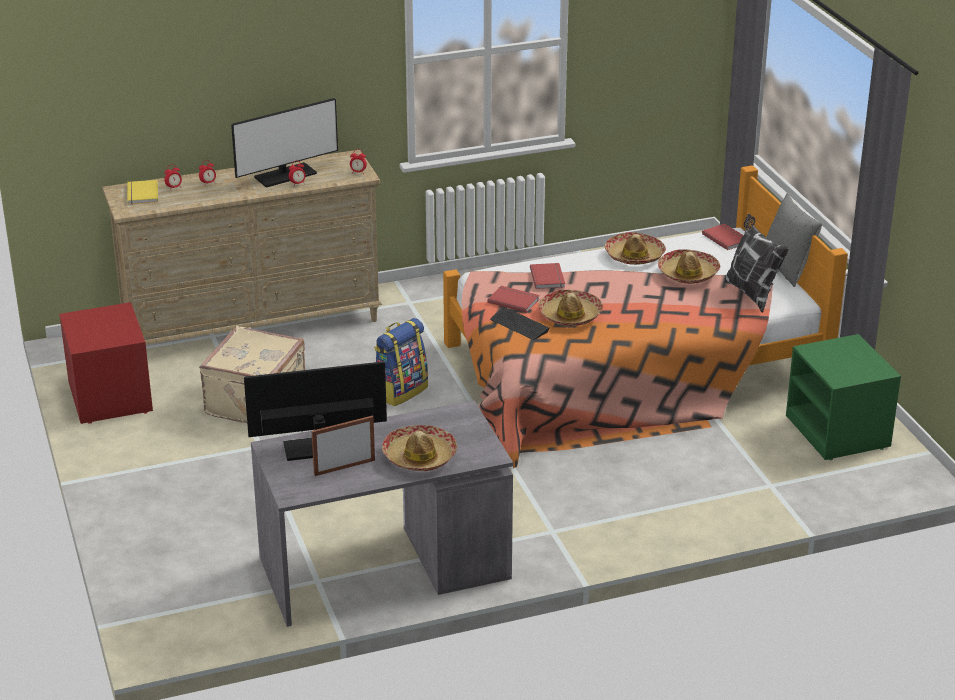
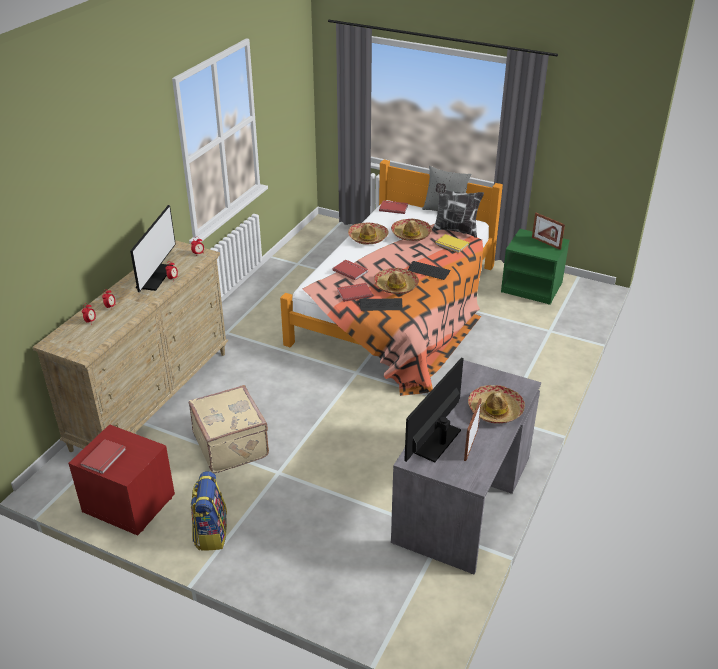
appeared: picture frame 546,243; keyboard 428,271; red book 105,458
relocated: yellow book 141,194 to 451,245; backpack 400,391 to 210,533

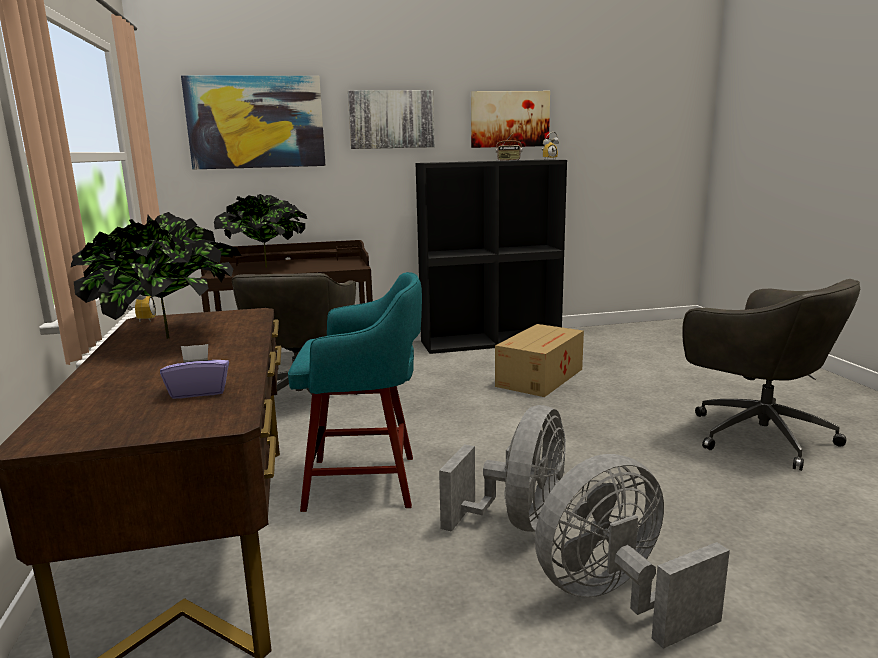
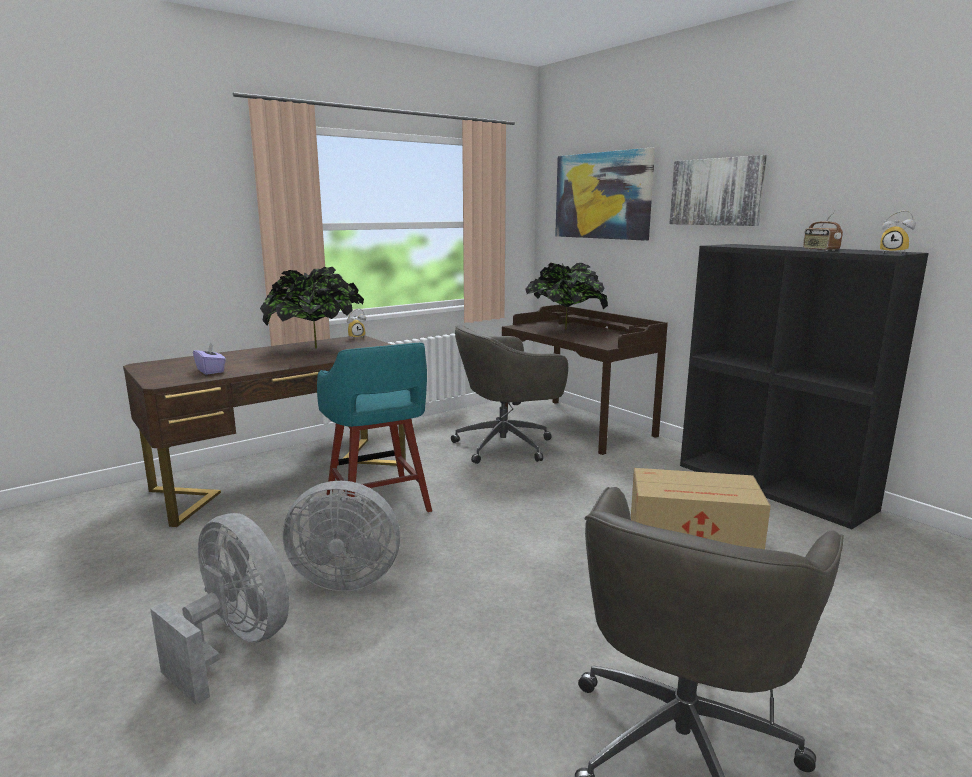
missing: picture 509,119

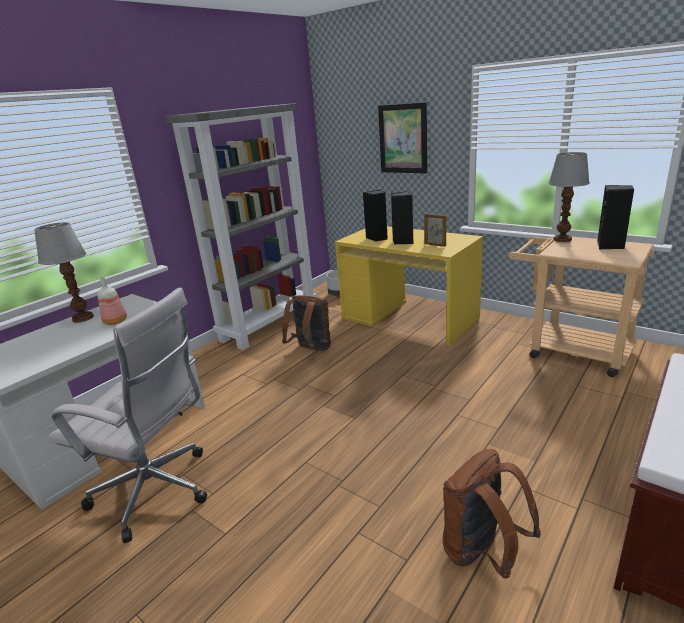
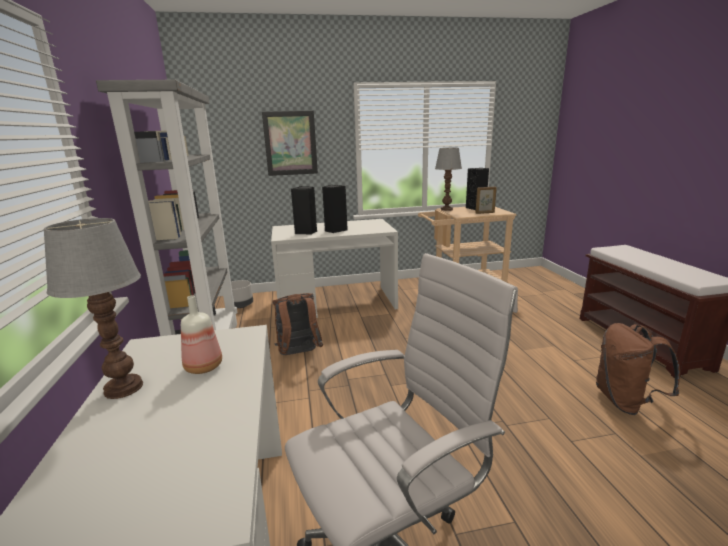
relocated: picture frame 435,245 to 485,213
colour: yellow desk 409,318 to white desk 336,302

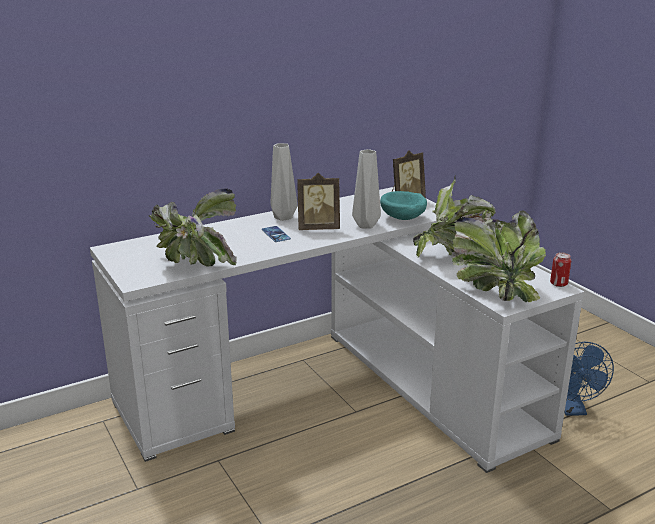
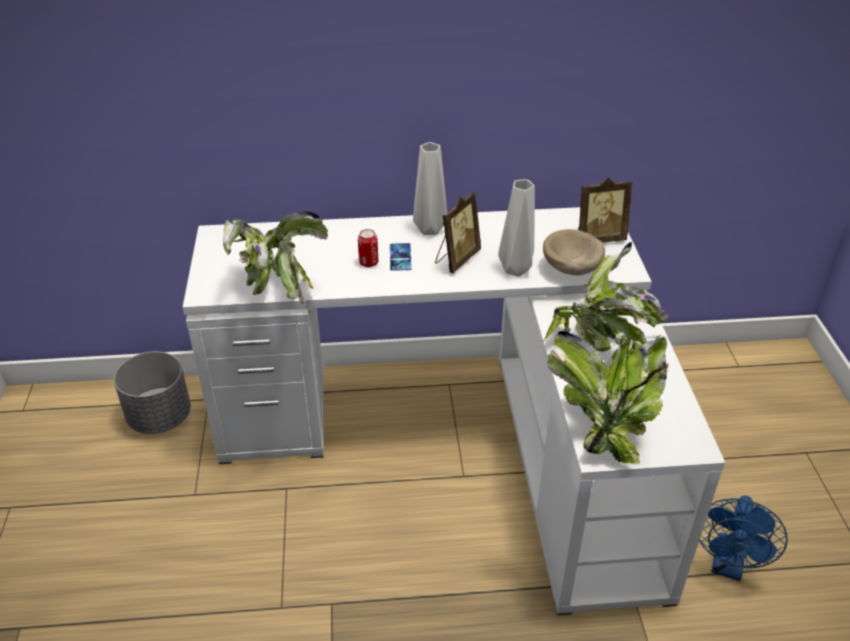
appeared: grey planter 159,417
relocated: can 558,284 to 368,263
colour: turquoise bowl 403,219 to beige bowl 571,270
spun: picture frame 318,228 = 456,259 75 degrees counterclockwise

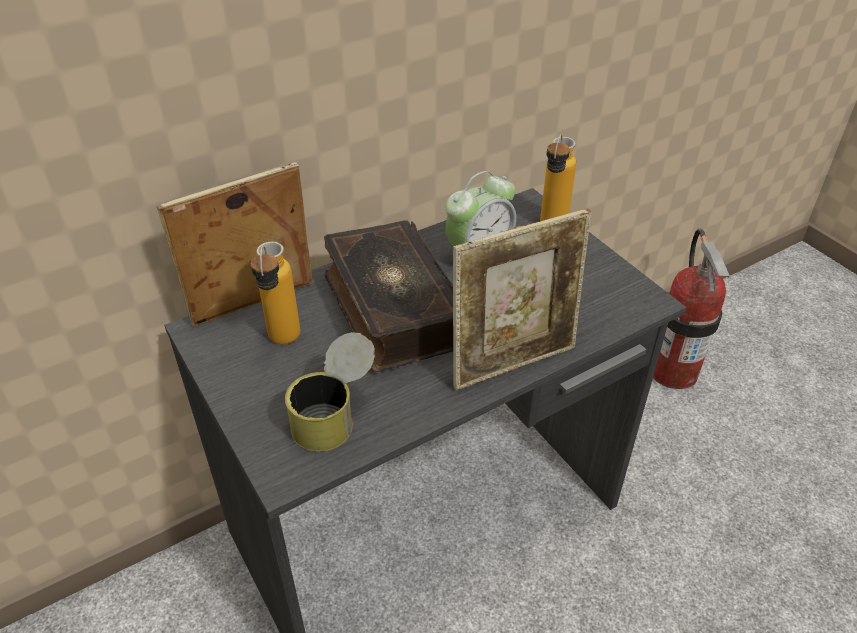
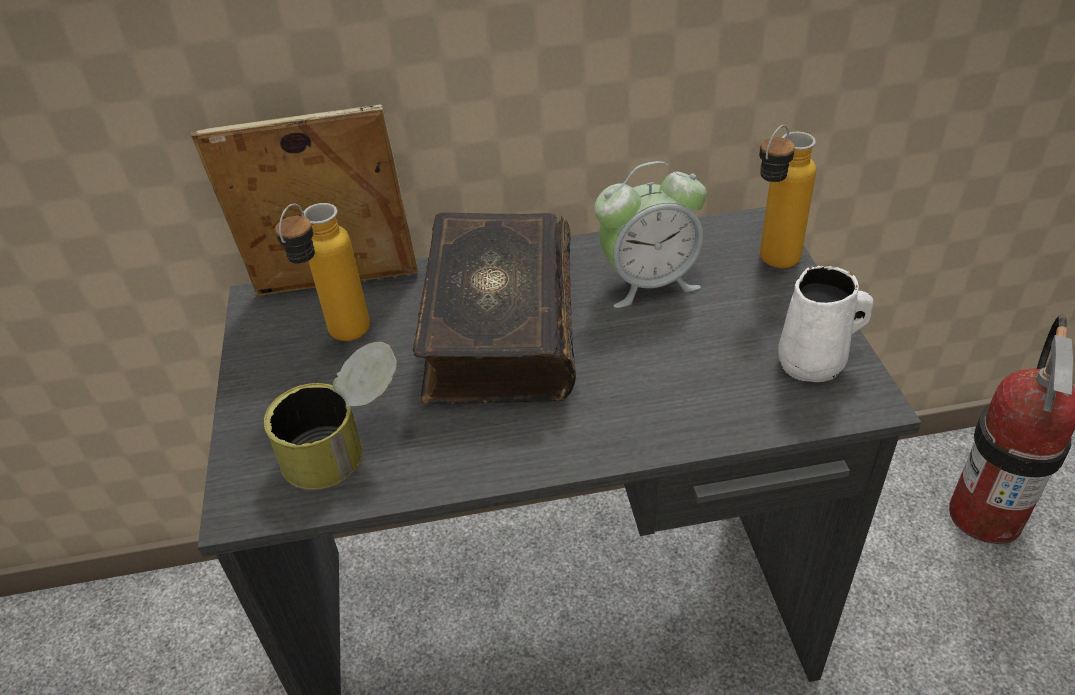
missing: picture frame 513,363
appeared: white mug 814,363

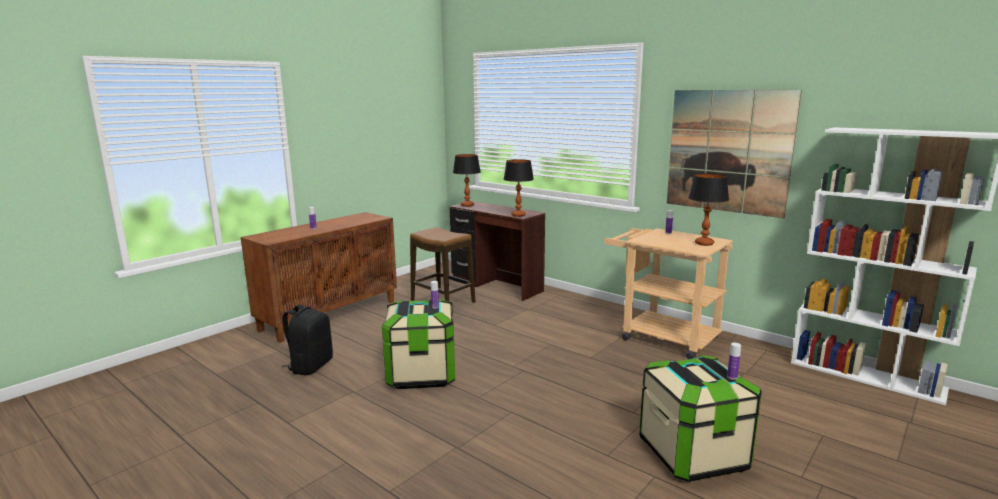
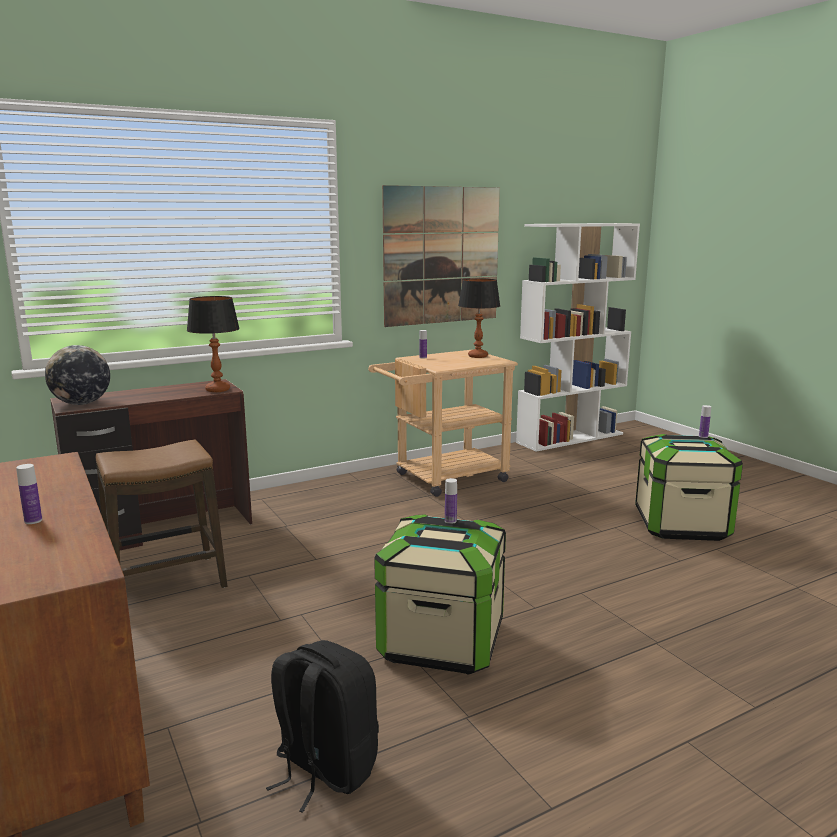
exchanged: table lamp 467,205 to globe 81,404

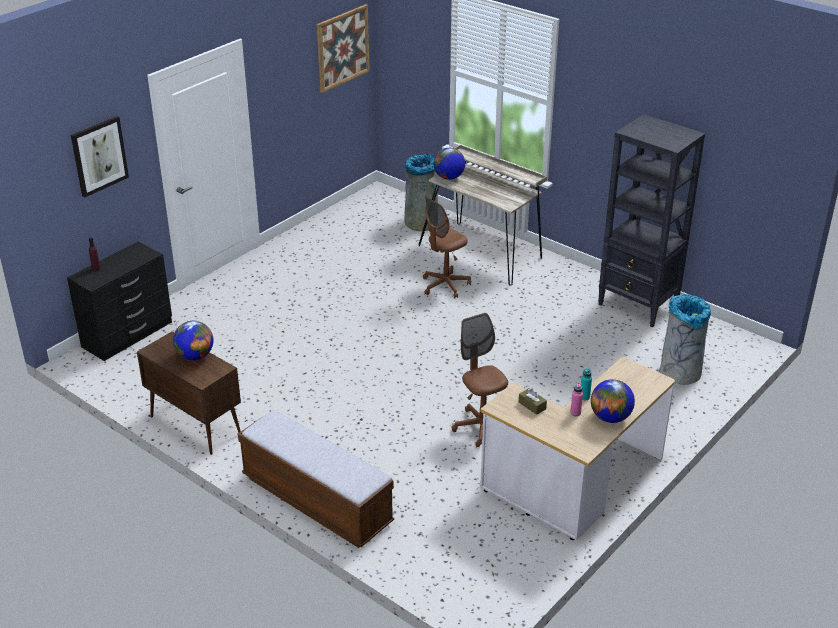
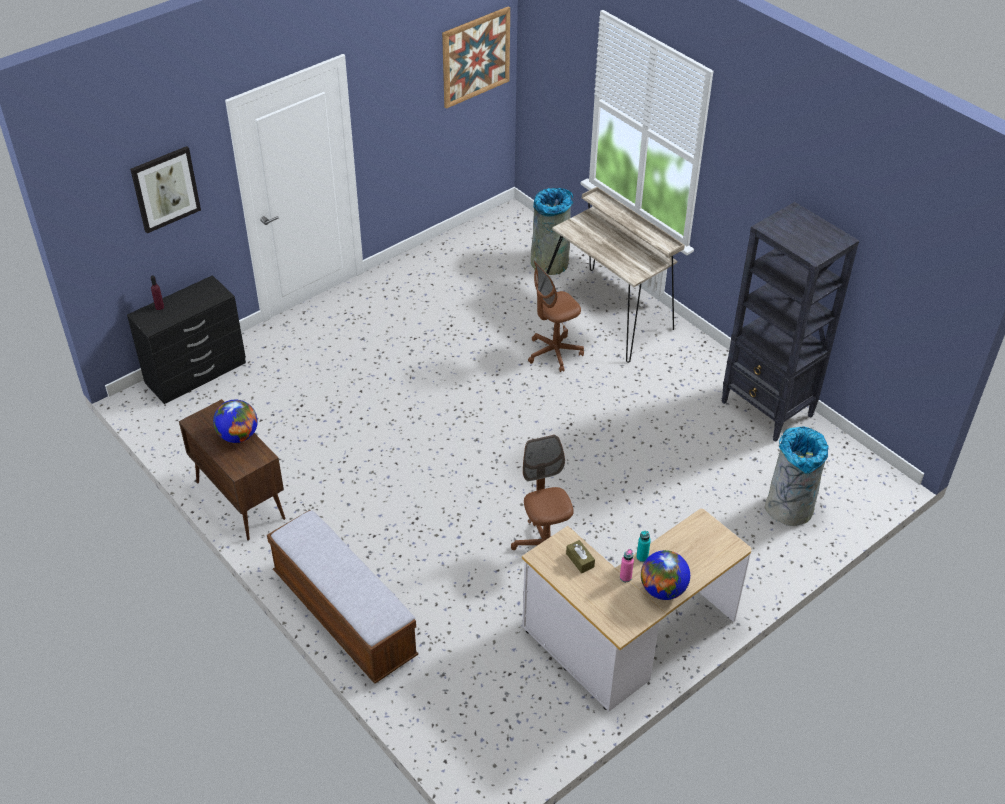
missing: globe 449,177

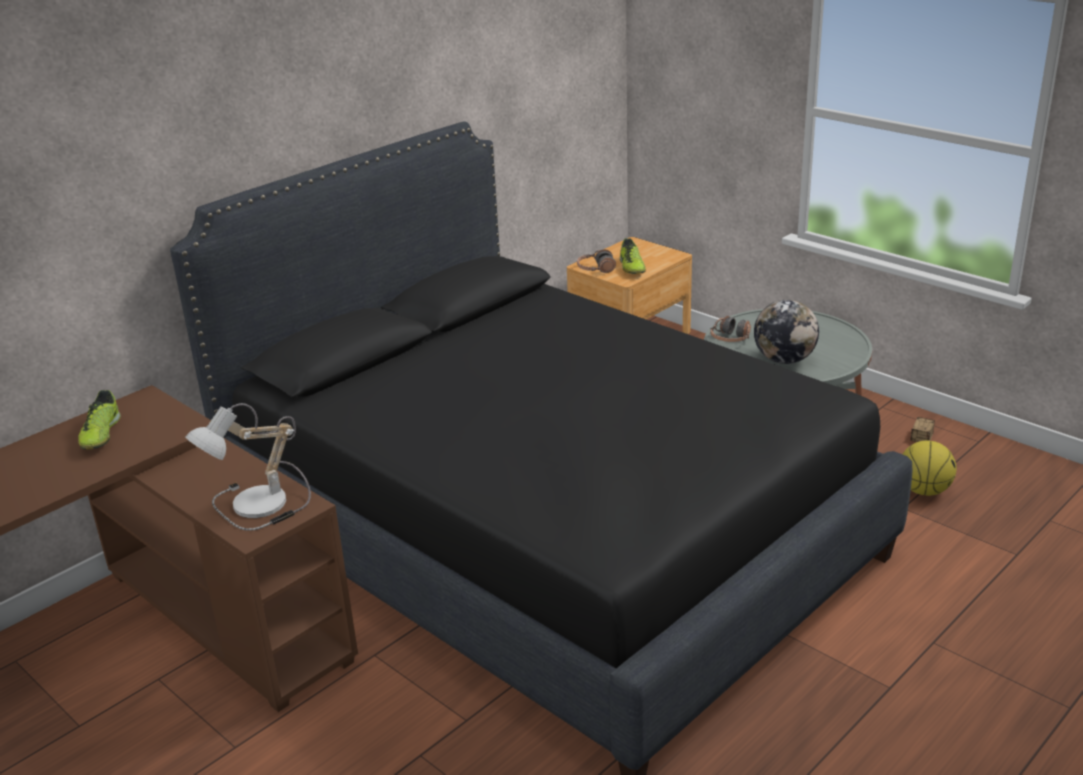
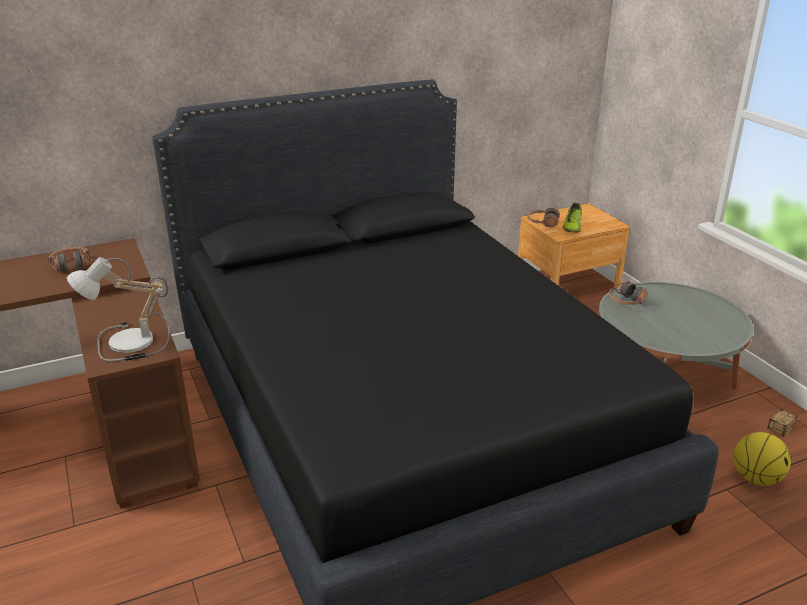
missing: globe 784,360
exchanged: shoe 101,435 to headphones 71,265

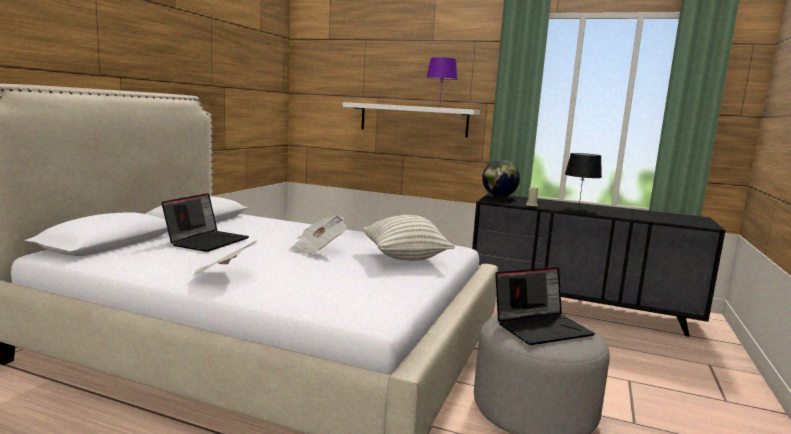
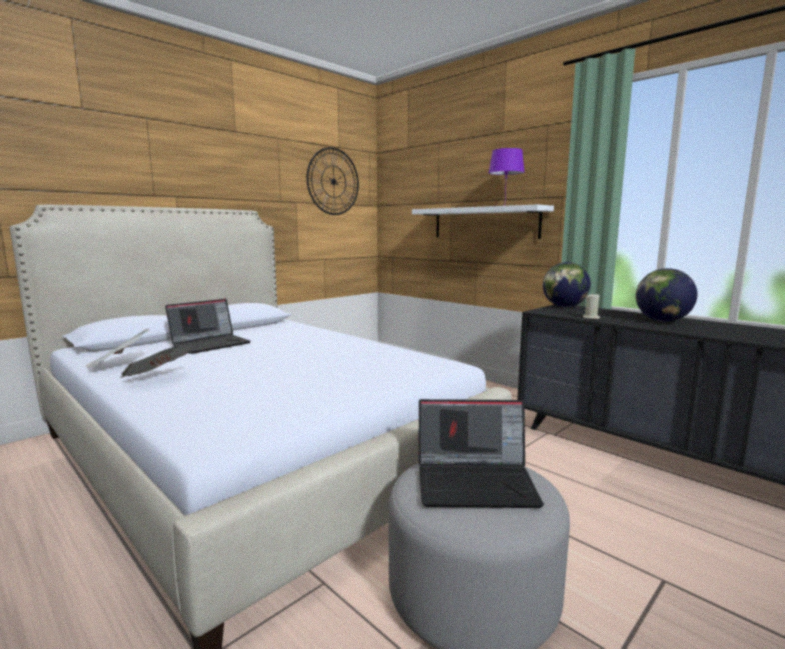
missing: pillow 404,258
appeared: wall clock 333,181
relocated: newspaper 317,249 to 117,365
exchanged: black table lamp 579,207 to globe 662,321

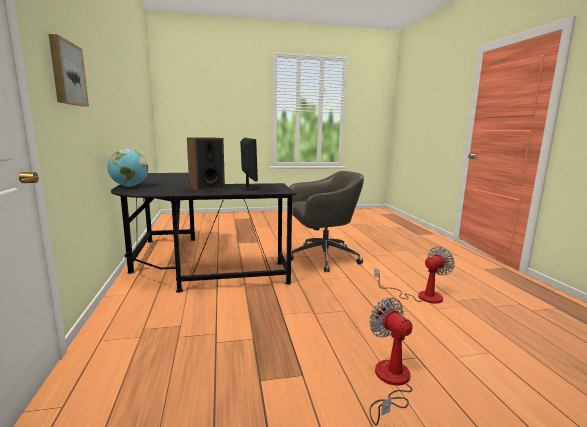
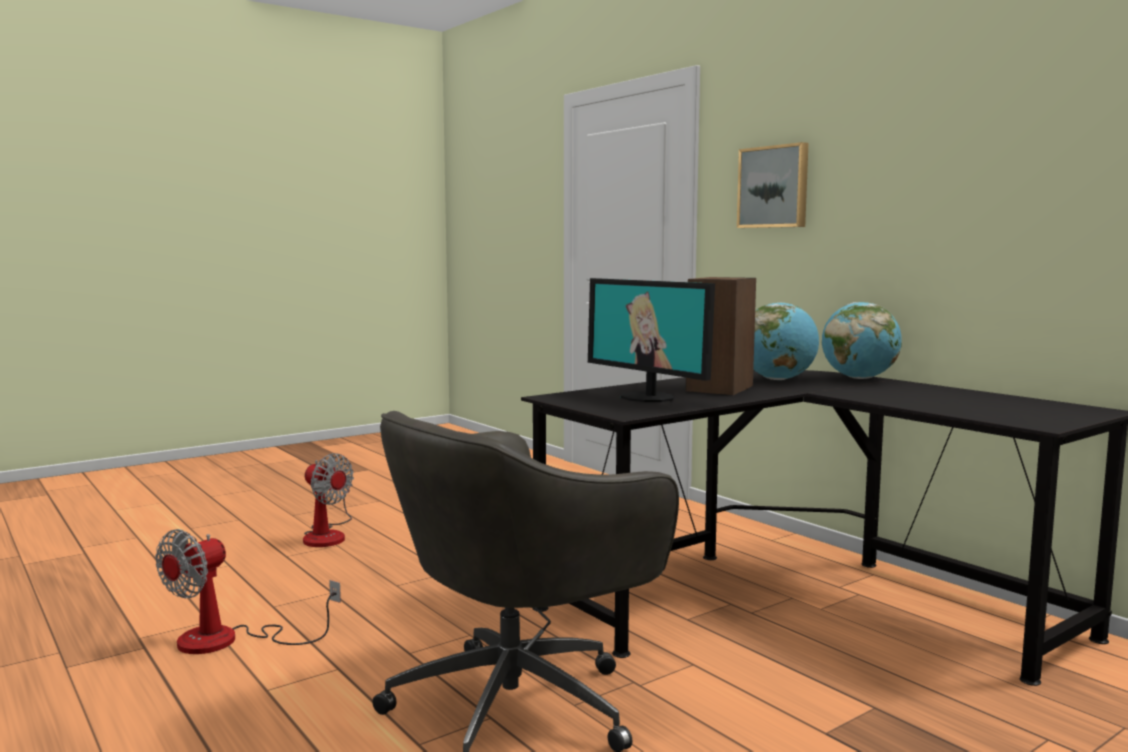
appeared: globe 778,379

